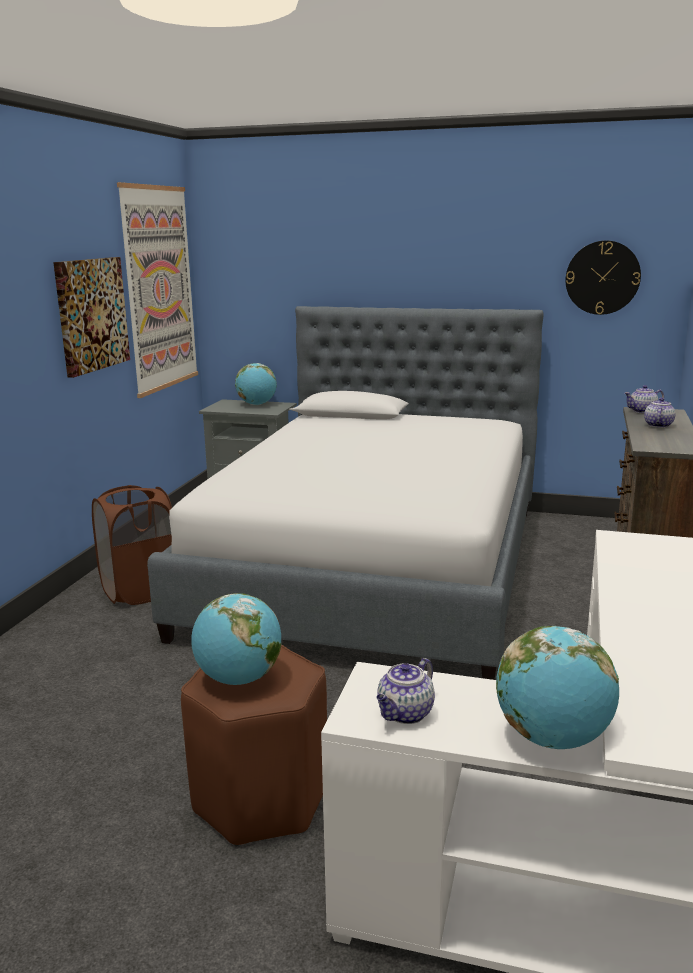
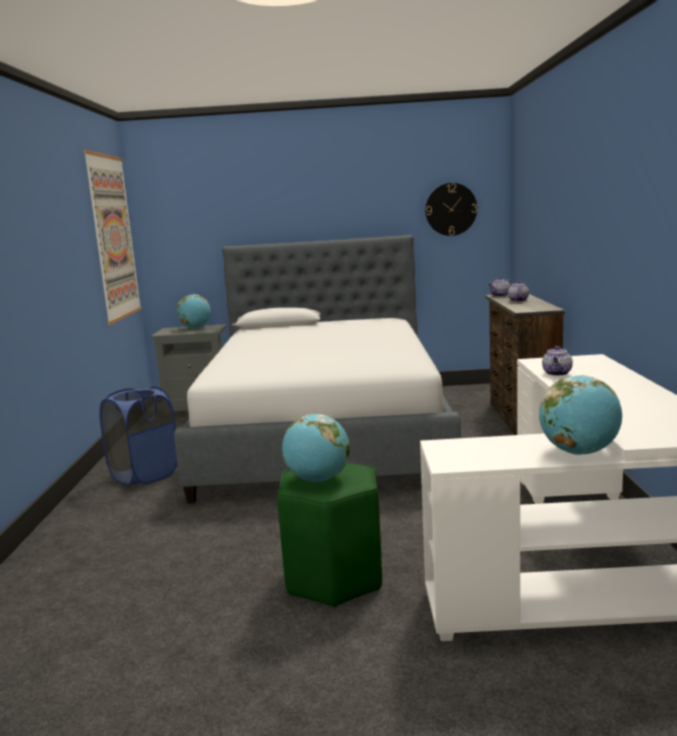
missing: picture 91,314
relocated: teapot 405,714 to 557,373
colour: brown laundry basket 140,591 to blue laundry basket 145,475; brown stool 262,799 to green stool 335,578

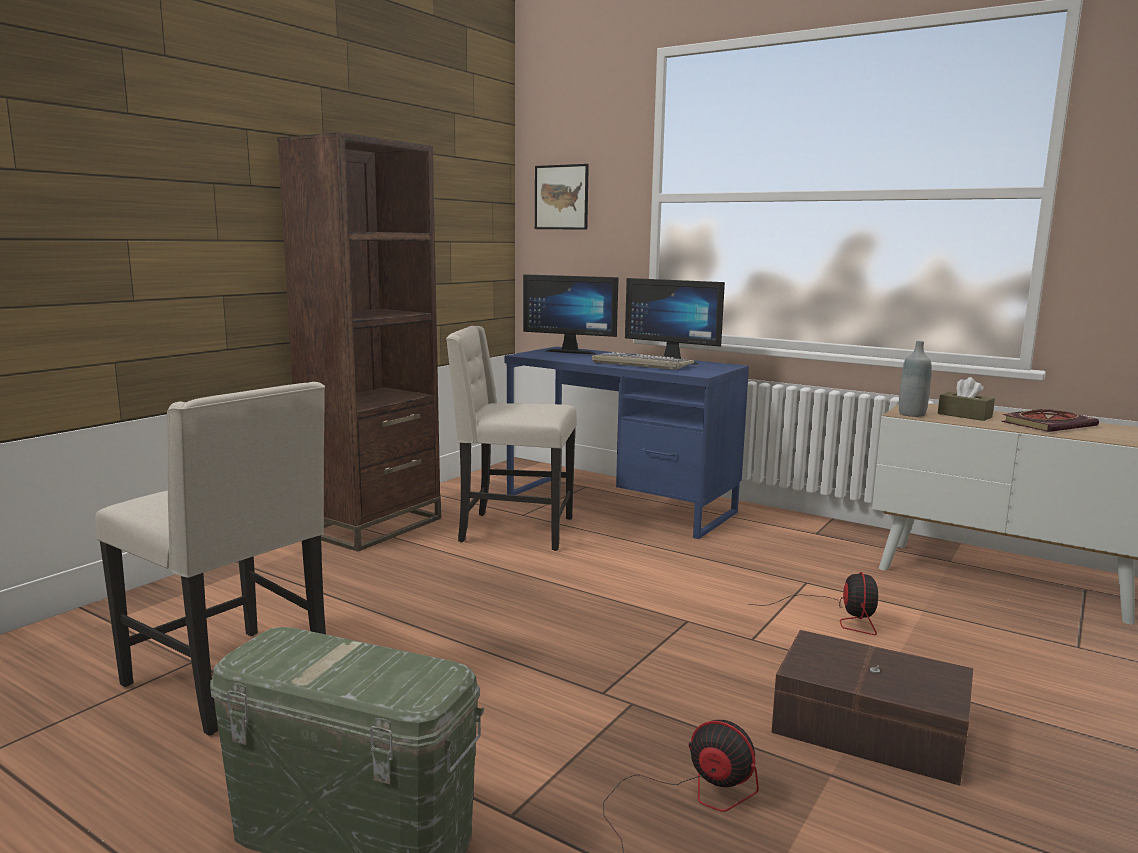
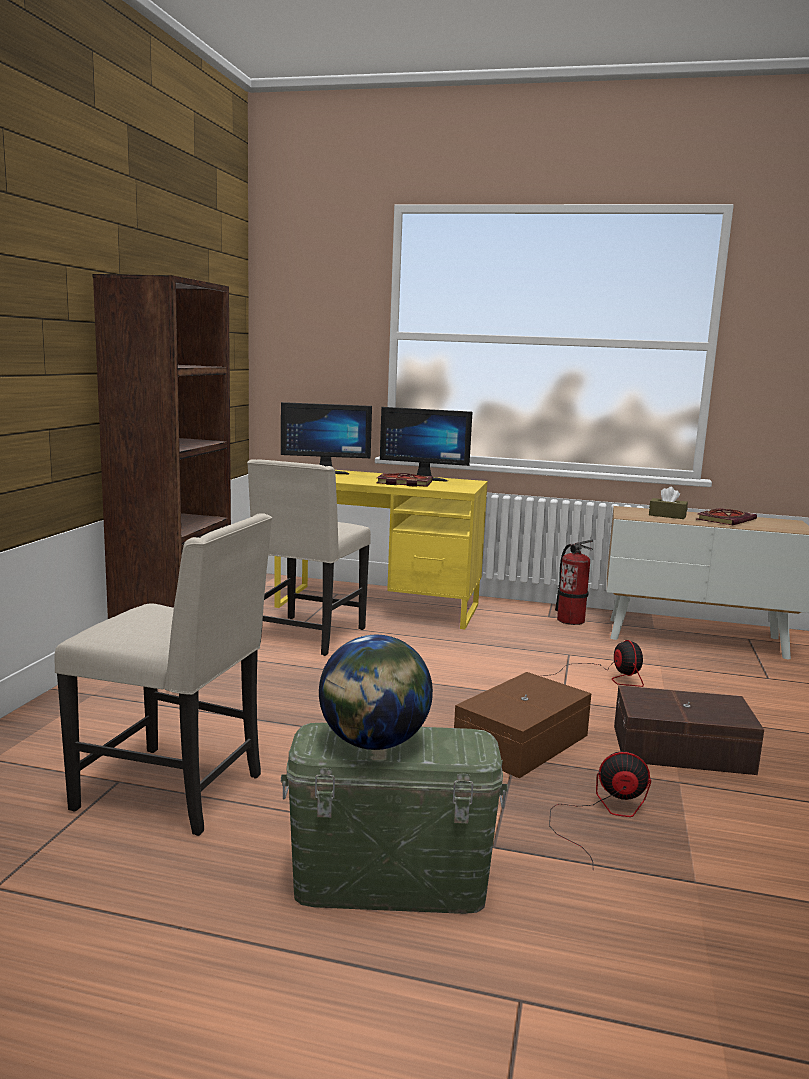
missing: picture 561,197; grey bottle 912,414
appeared: fire extinguisher 570,620; globe 373,743; brown storage box 524,742
exchanged: keyboard 640,364 to book 403,483
colour: blue desk 619,504 to yellow desk 378,606
spun: beige chair 514,530 = 308,637 60 degrees counterclockwise

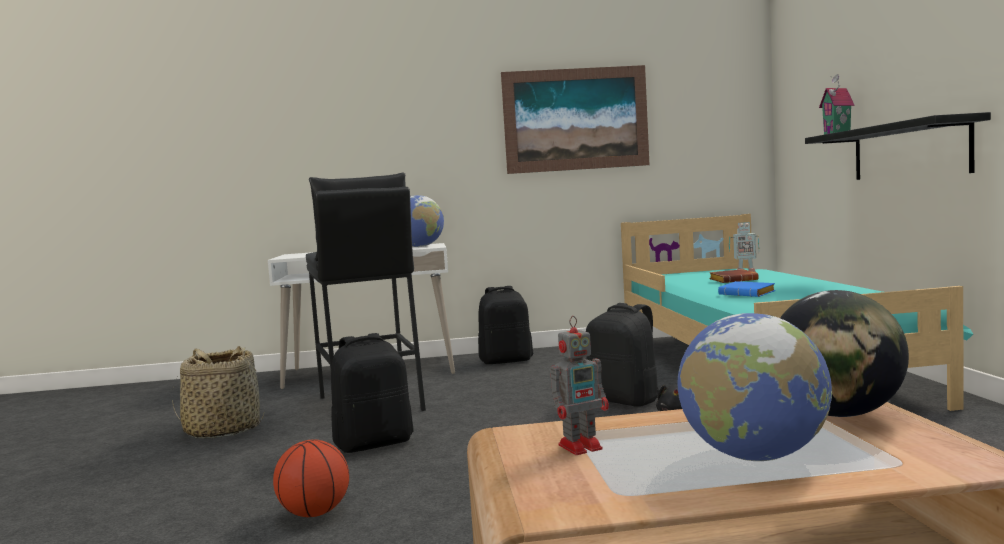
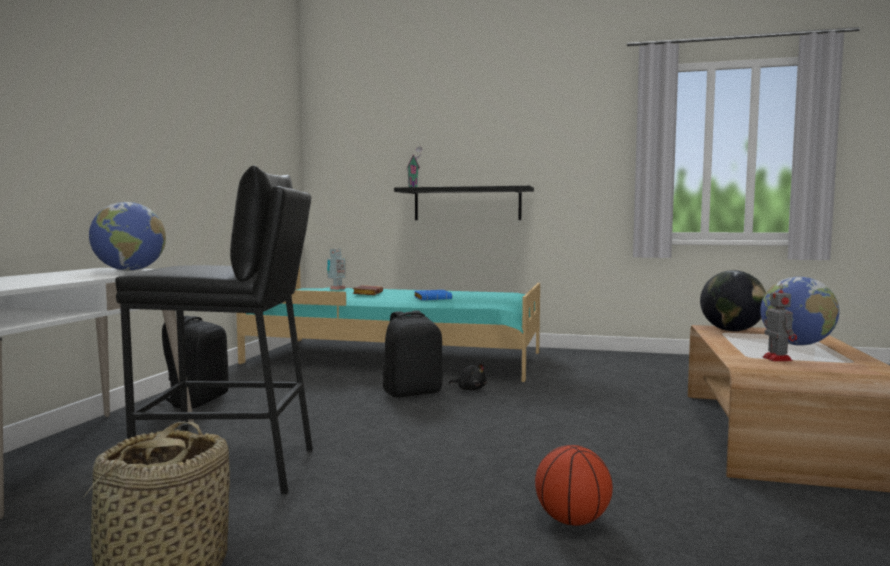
missing: picture 575,119; black backpack 374,443

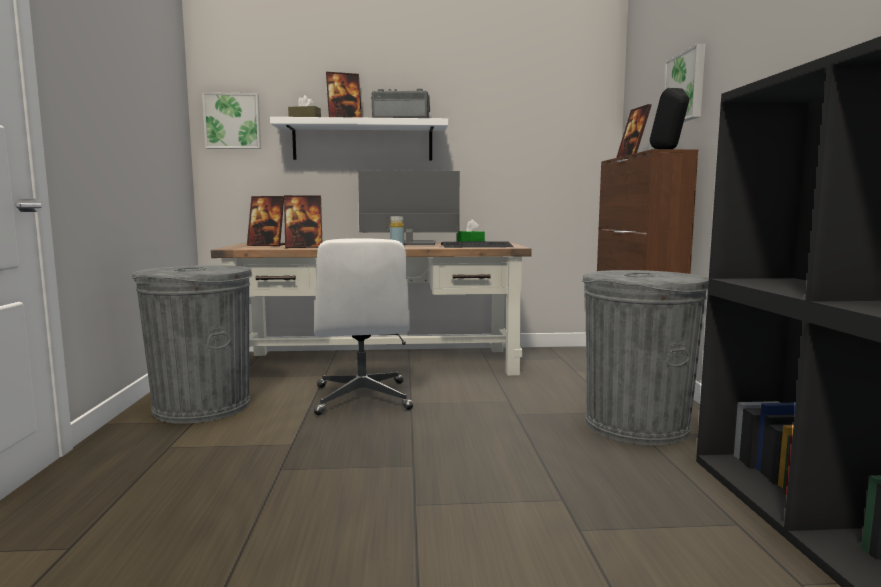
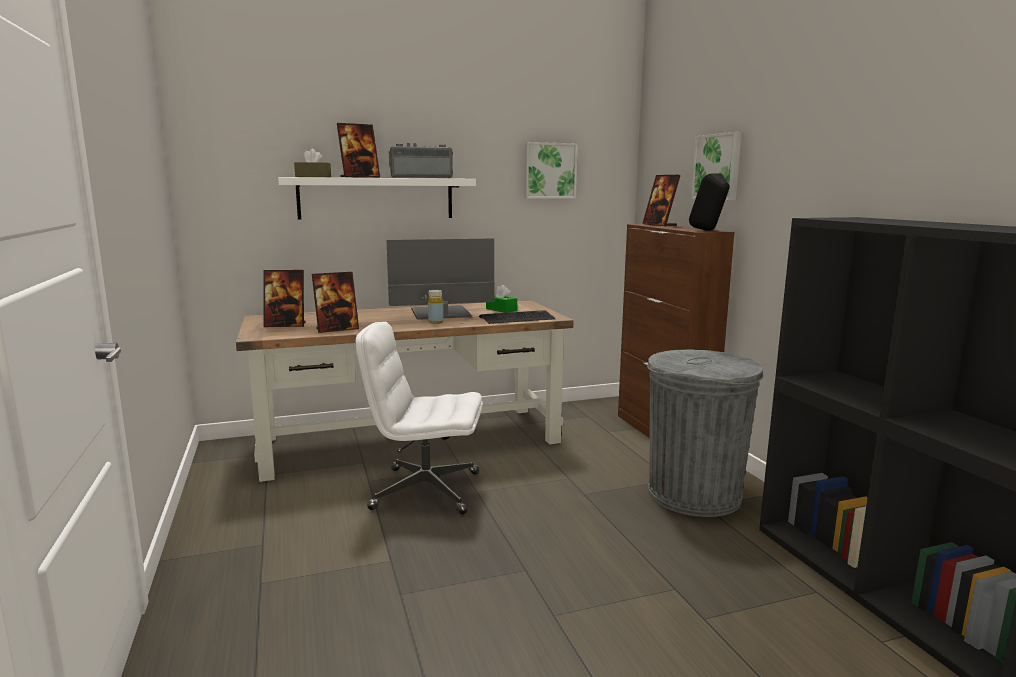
missing: grey trash can 202,406
relocated: picture 233,121 to 549,171
spun: white office chair 362,398 = 424,490 120 degrees clockwise

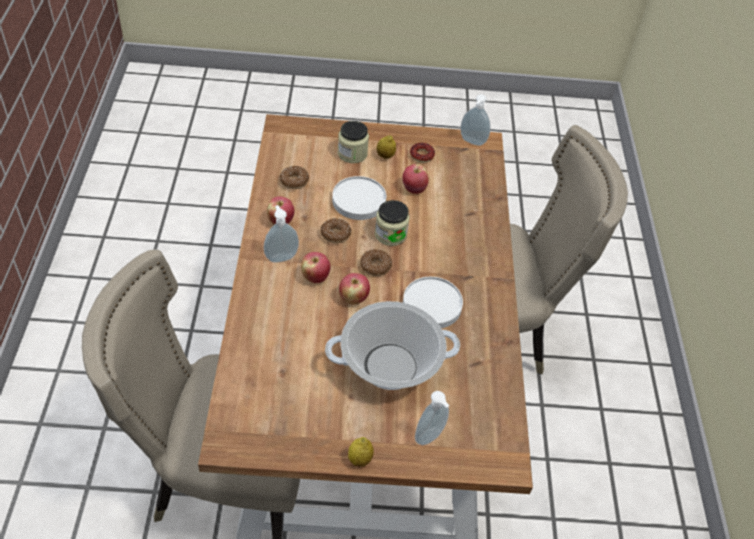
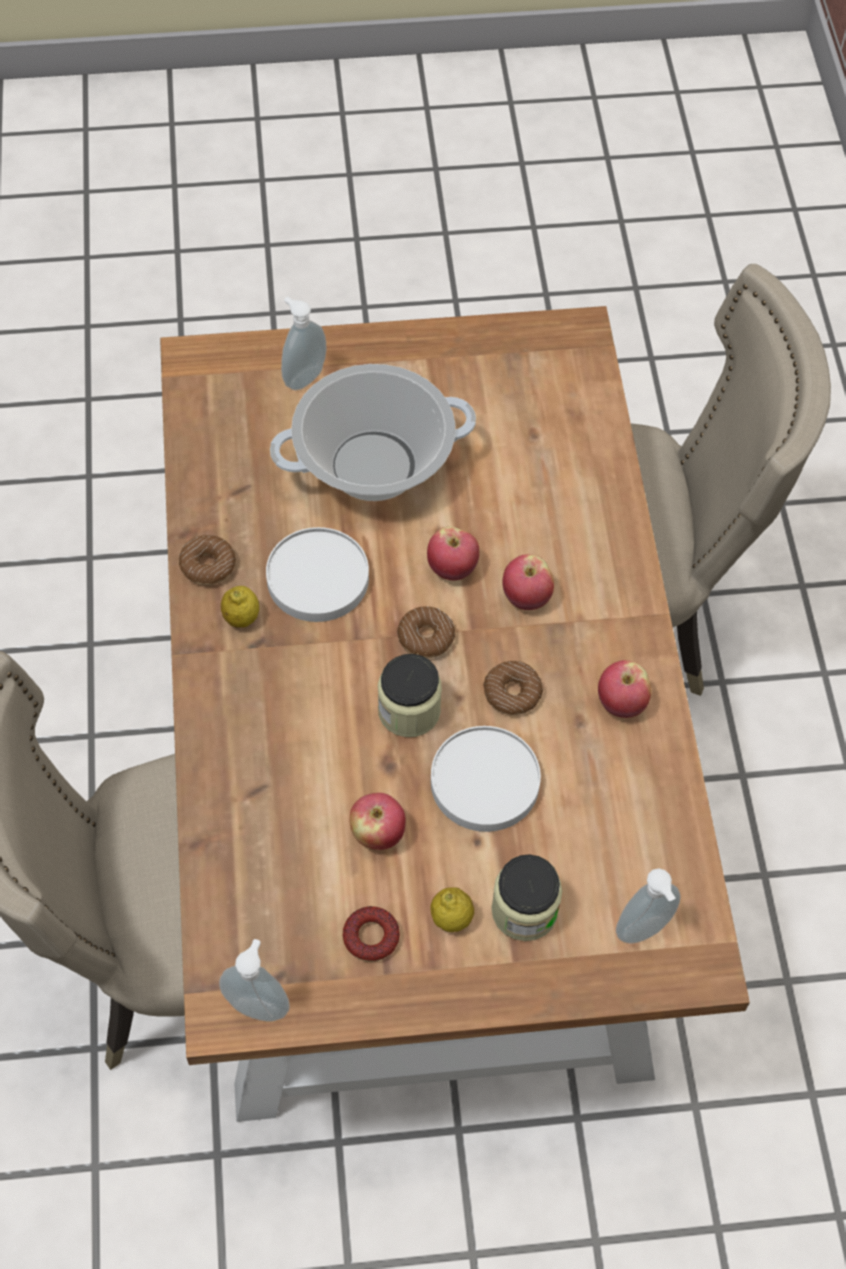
relocated: donut 294,181 to 208,565; soap dispenser 281,256 to 645,931; lemon 360,459 to 241,618

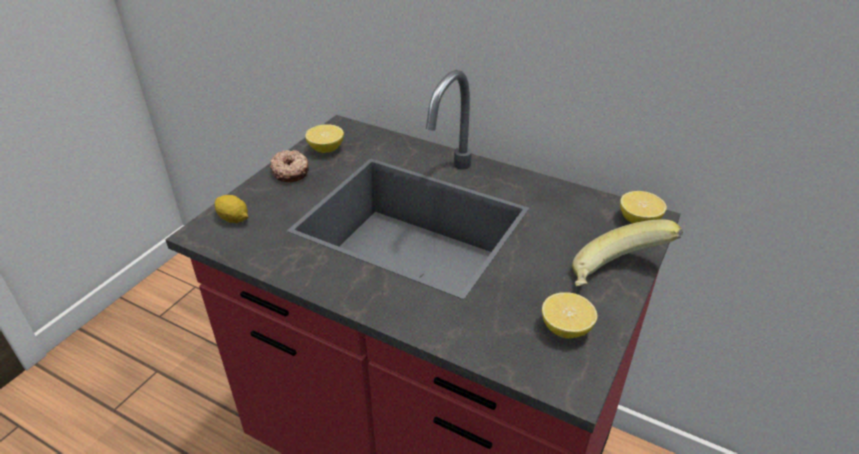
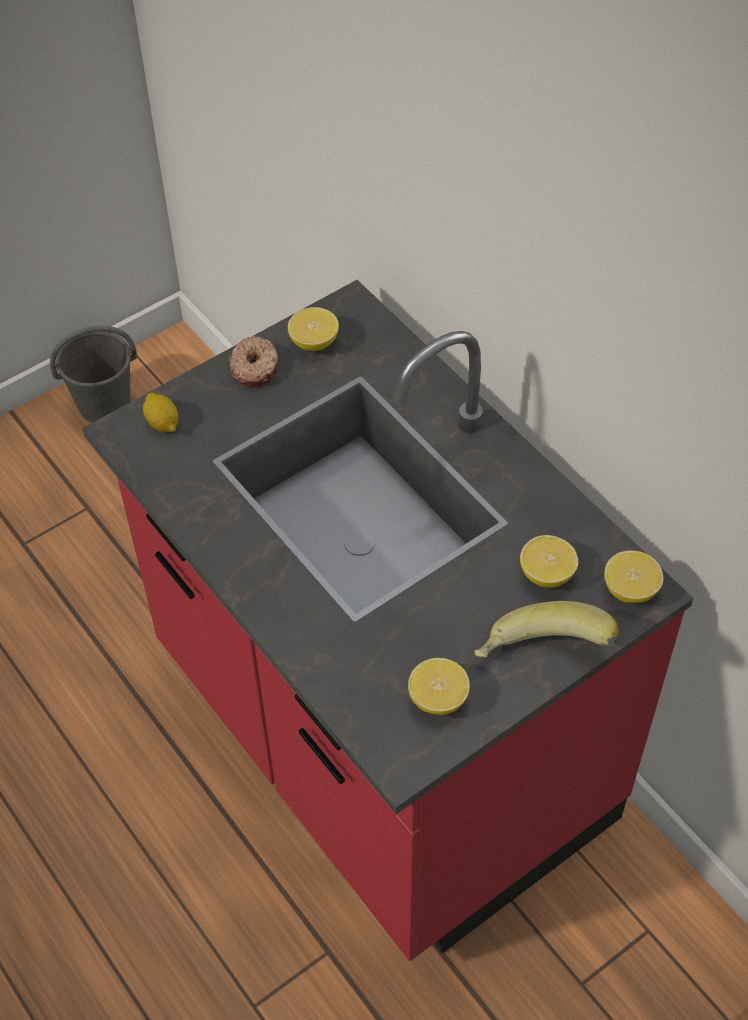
appeared: grey bucket 105,404; lemon 546,574

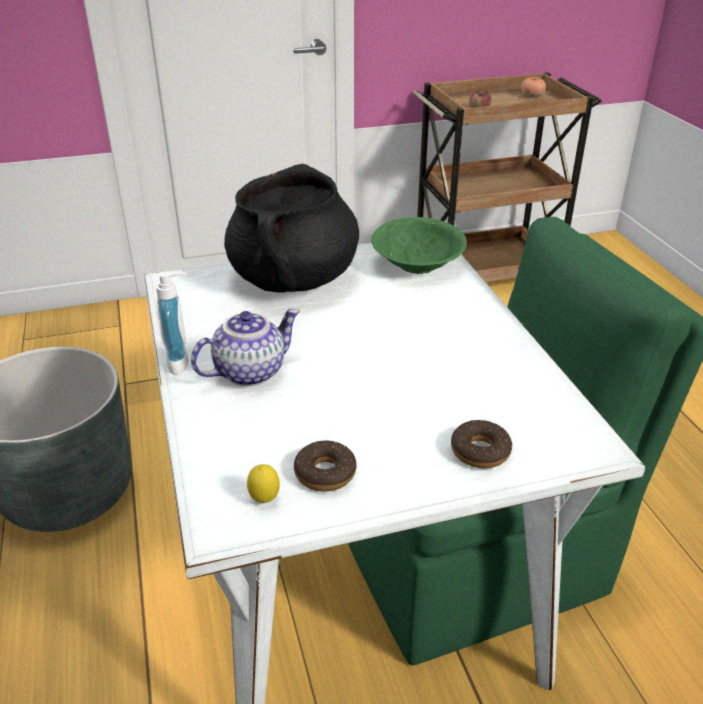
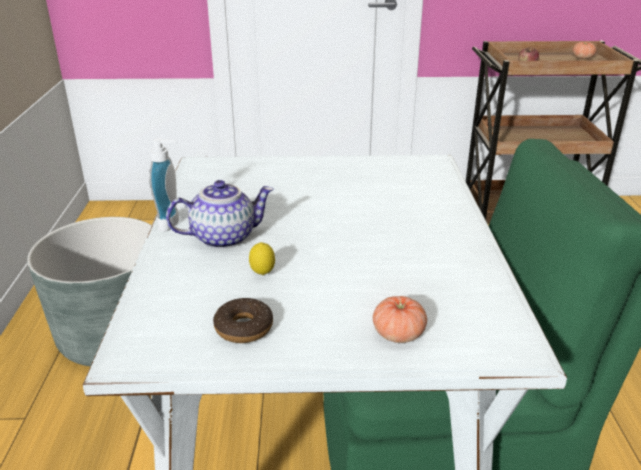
missing: black cooking pot 294,279; green bowl 418,264
relocated: lemon 264,500 to 262,274
exchanged: donut 480,451 to tomato 398,334

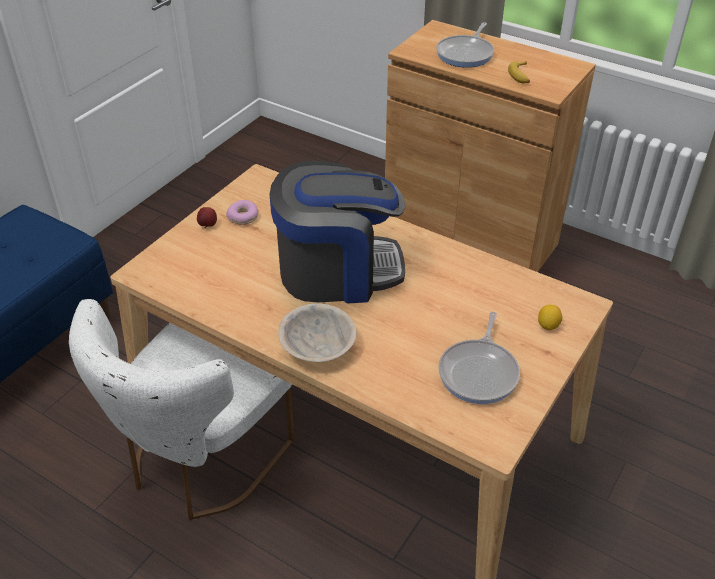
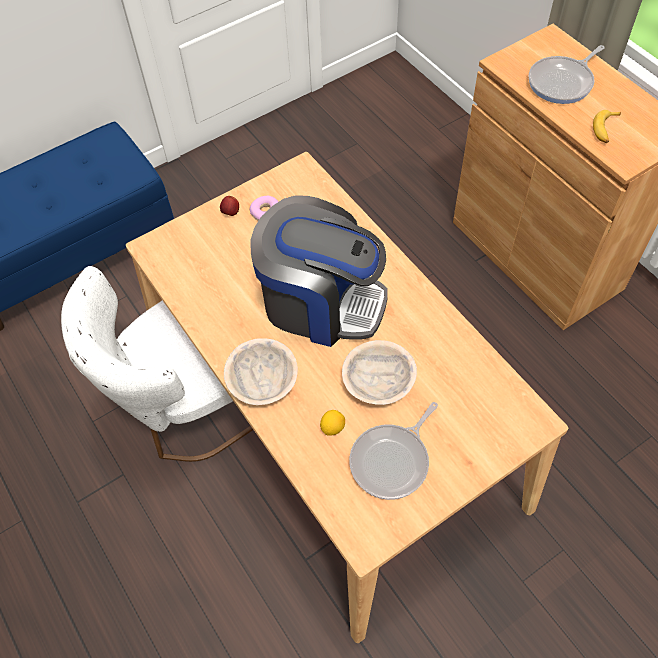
appeared: beige bowl 378,382
relocated: lemon 548,325 to 332,427

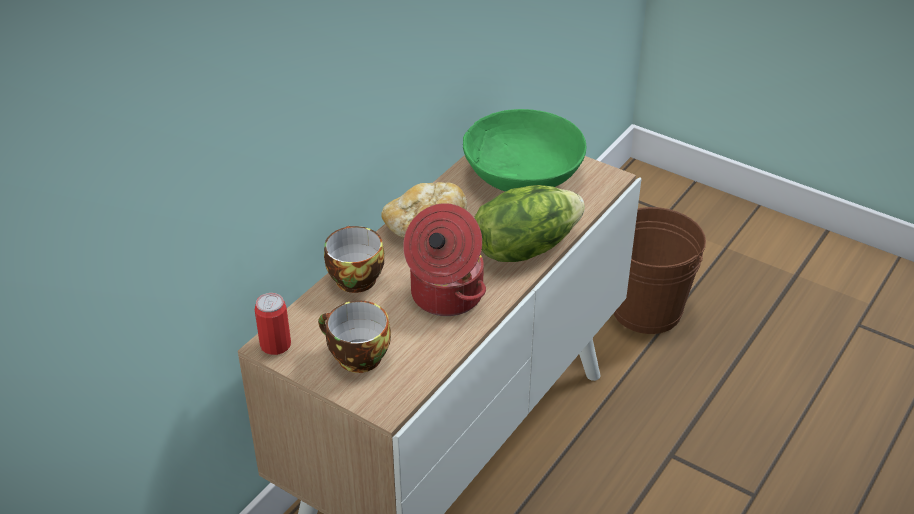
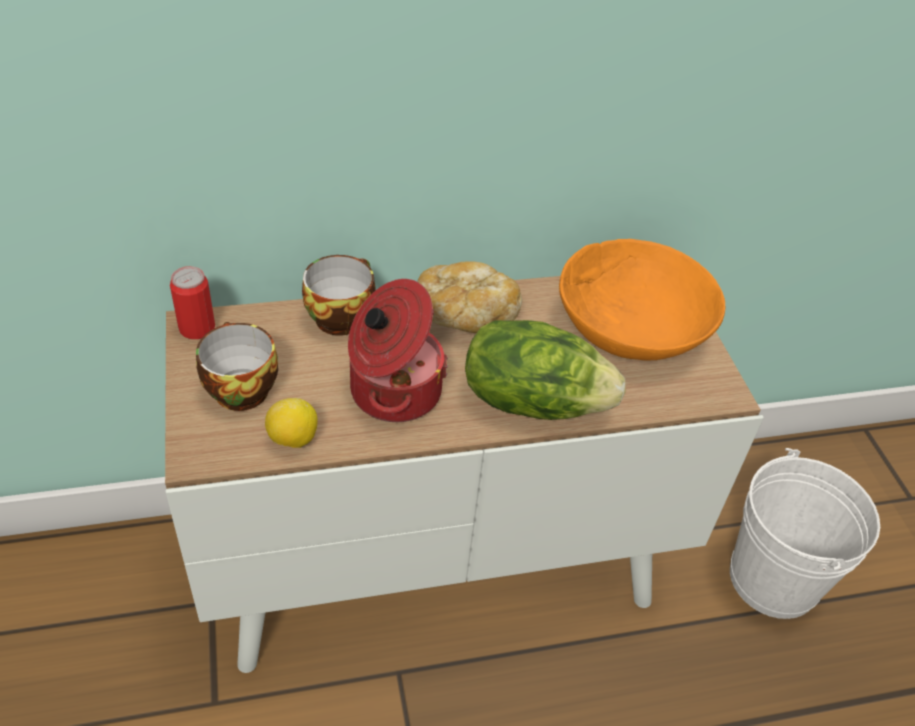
appeared: lemon 292,439
colour: green bowl 522,175 to orange bowl 630,329; brown bucket 646,310 to white bucket 773,578

